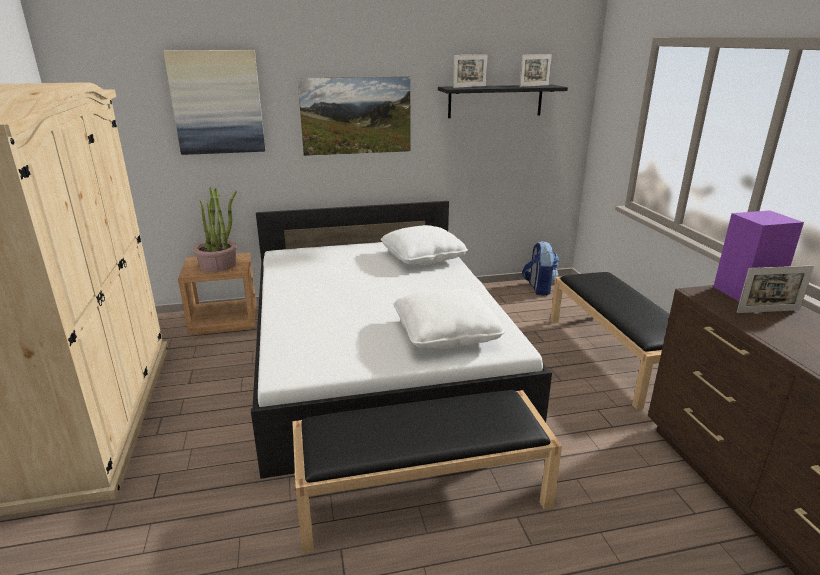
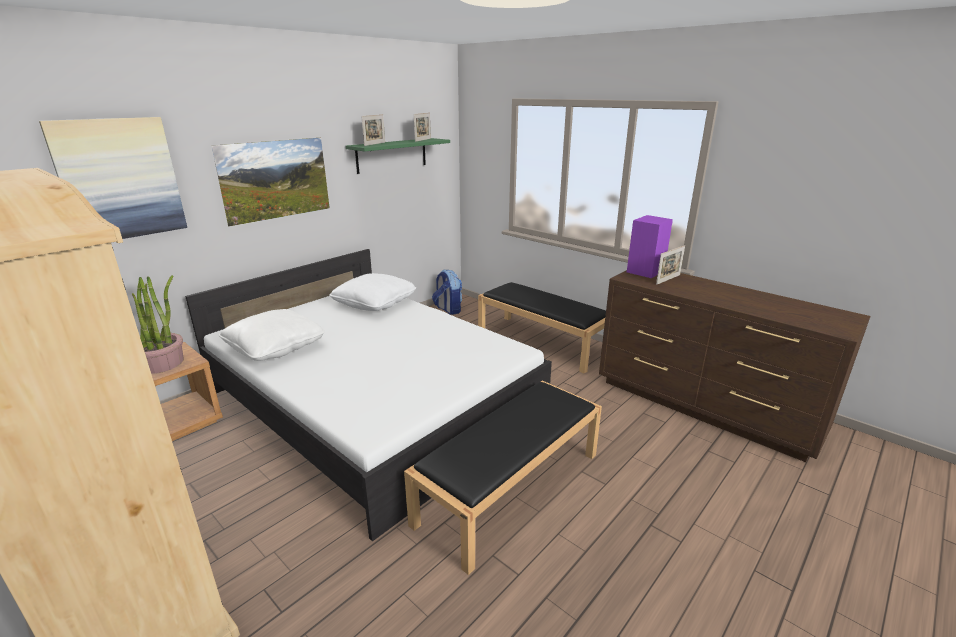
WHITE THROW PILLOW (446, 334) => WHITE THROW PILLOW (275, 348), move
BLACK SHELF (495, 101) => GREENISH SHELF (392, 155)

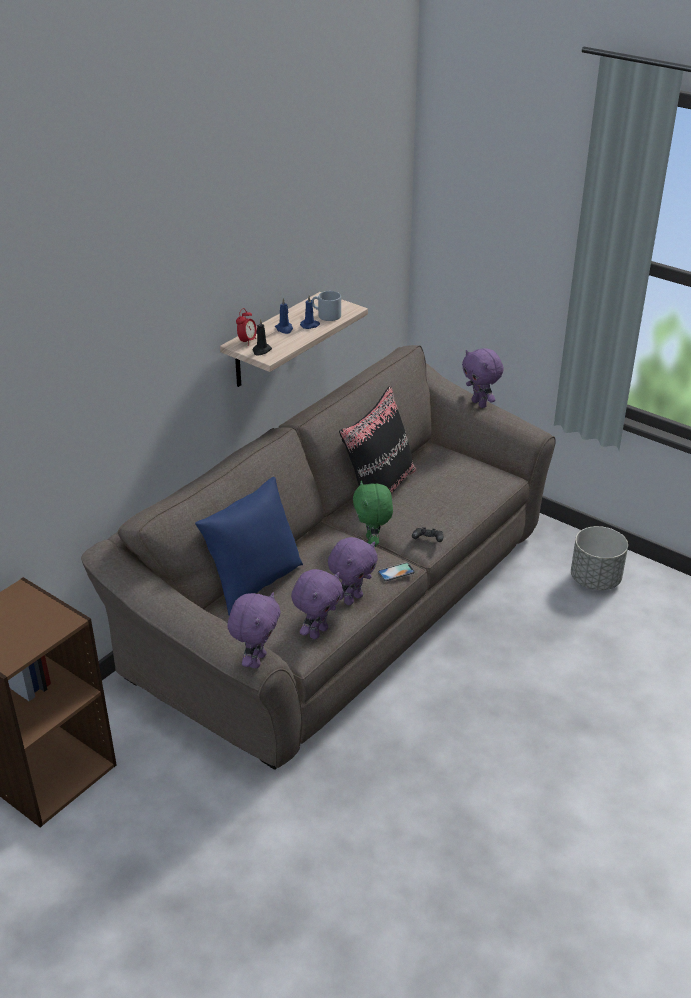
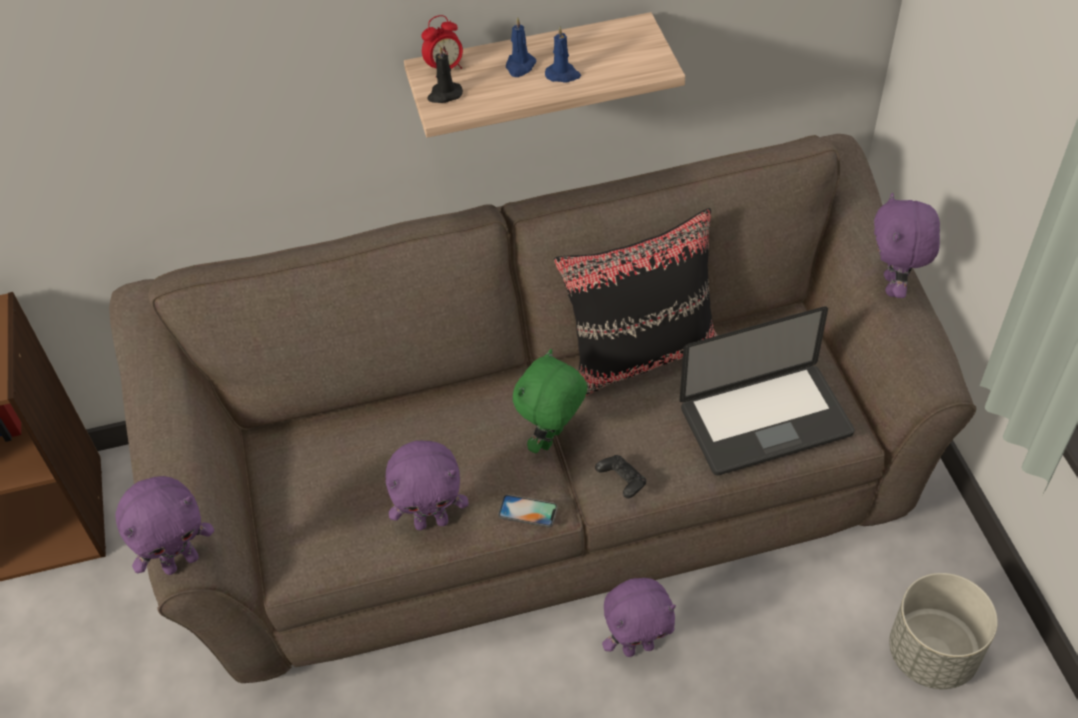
PURPLISH PLUSH TOY (317, 632) => PURPLISH PLUSH TOY (638, 646), move
nothing => LAPTOP (765, 421)
BLUE-COLOURED THROW PILLOW (254, 584) => nothing
GREYISH COFFEE MUG (325, 315) => nothing

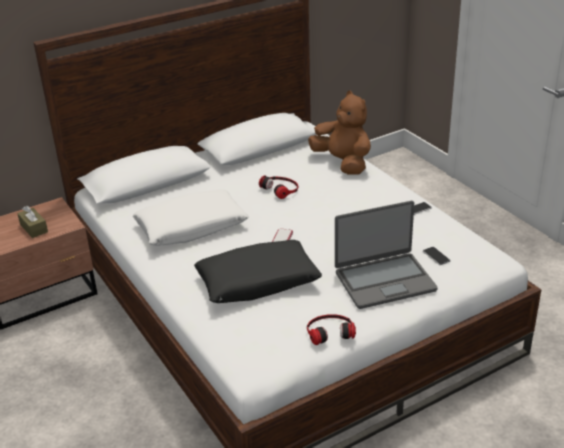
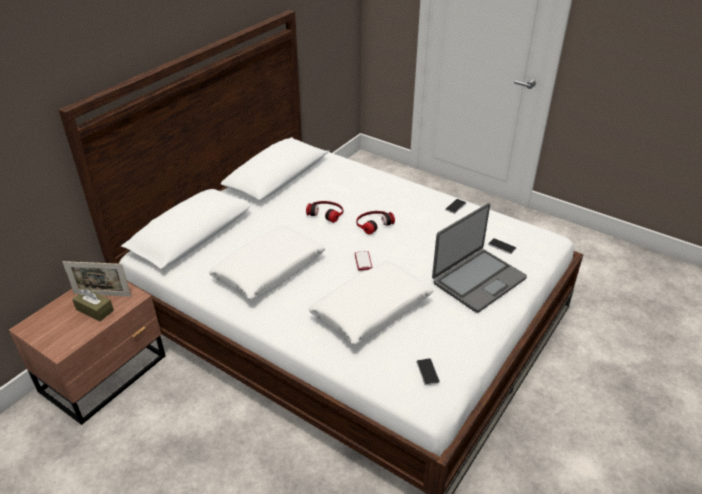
nothing => STANDING FRAME (102, 295)
BLACK THROW PILLOW (257, 282) => WHITE THROW PILLOW (372, 310)
HEADPHONES (329, 331) => HEADPHONES (373, 223), move
nothing => HANDSET (427, 372)
BROWNISH PLUSH TOY (343, 163) => nothing

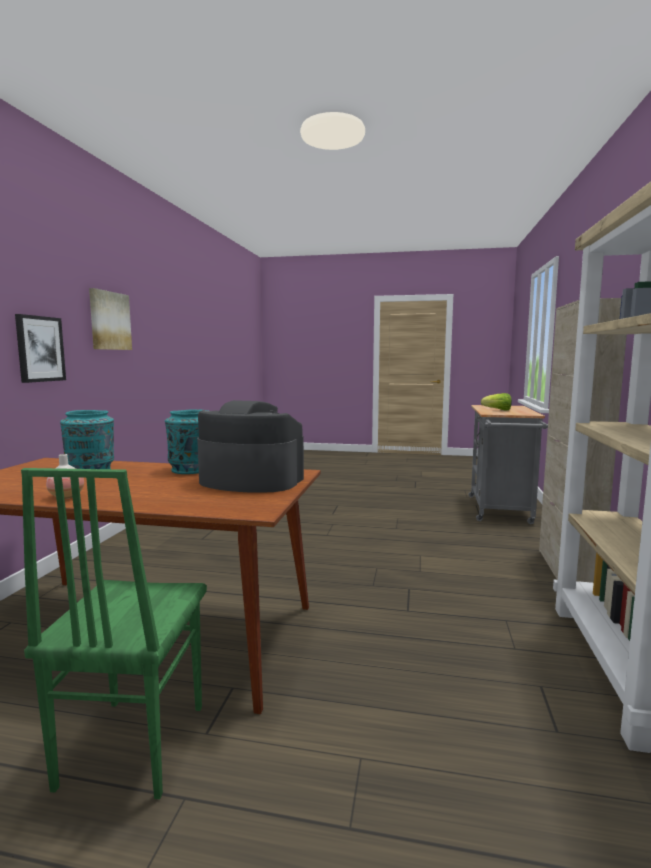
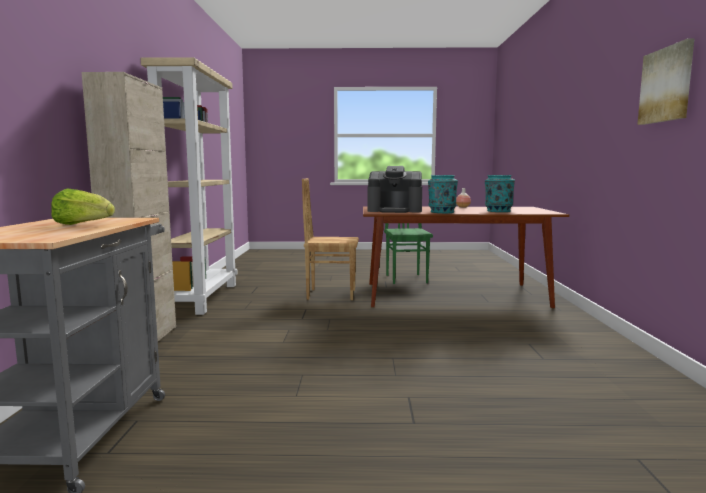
nothing => BROWNISH PLAIN CHAIR (331, 294)
WALL PICTURE (40, 349) => nothing

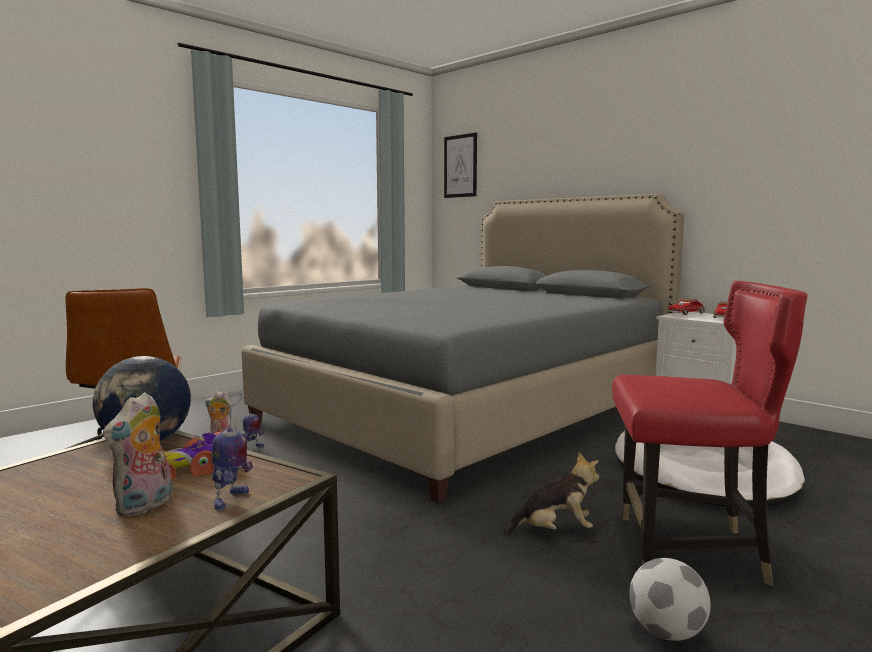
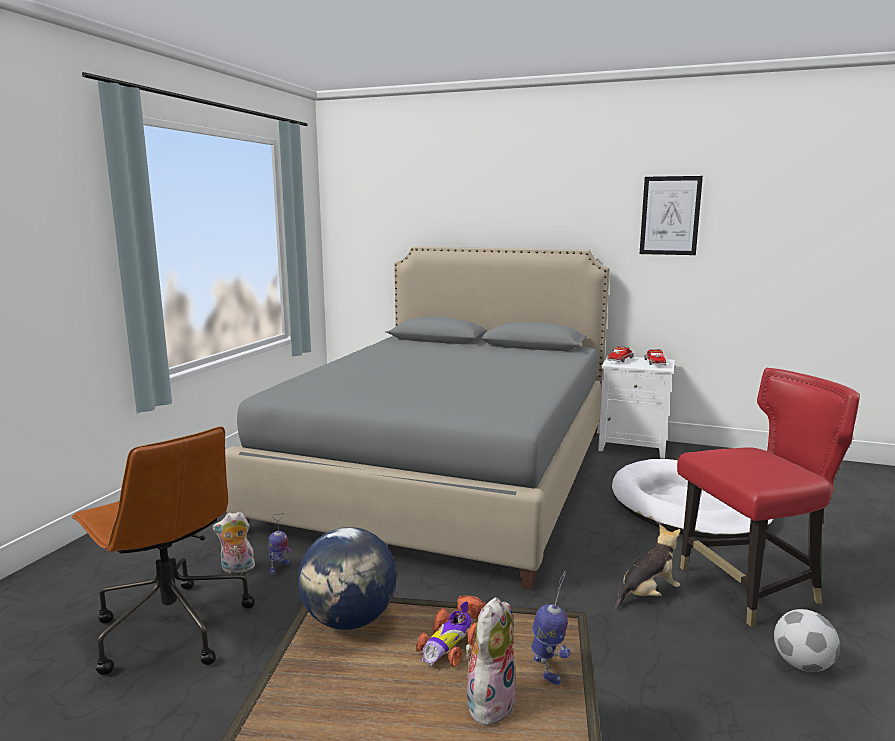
PLUSH TOY (145, 506) => PLUSH TOY (489, 702), 150 degrees counterclockwise
WALL PICTURE (460, 166) => WALL PICTURE (670, 216), move

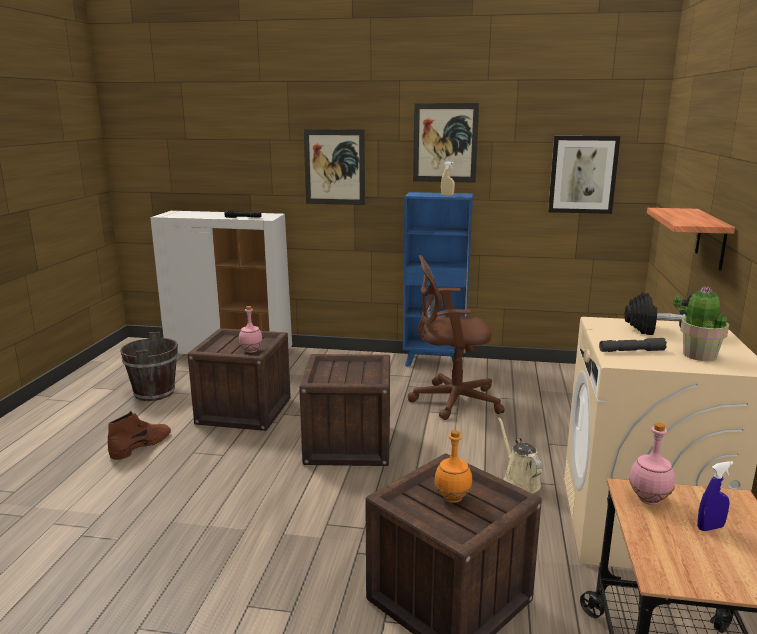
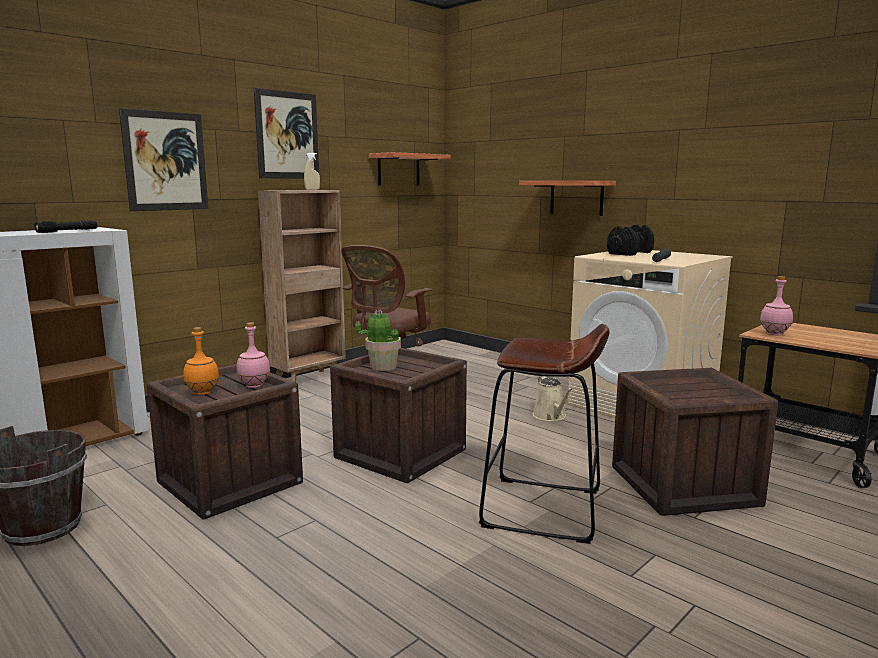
ORANGEY DRINK BOTTLE (453, 498) => ORANGEY DRINK BOTTLE (203, 393), move
BLUE-COLOURED BOOKCASE (435, 362) => BROWNISH BOOKCASE (309, 379)
HOUSEPLANT (699, 355) => HOUSEPLANT (383, 367), move
WALL PICTURE (582, 174) => SHELF (398, 170)
nothing => BROWNISH STOOL (542, 509)
BEIGE-COLOURED SPRINKLING CAN (519, 481) => BEIGE-COLOURED SPRINKLING CAN (551, 416), 120 degrees counterclockwise
BROWNISH HIGH-TOP BOOT (141, 445) => nothing
BLUE-COLOURED HAND SPRAYER (710, 527) => nothing

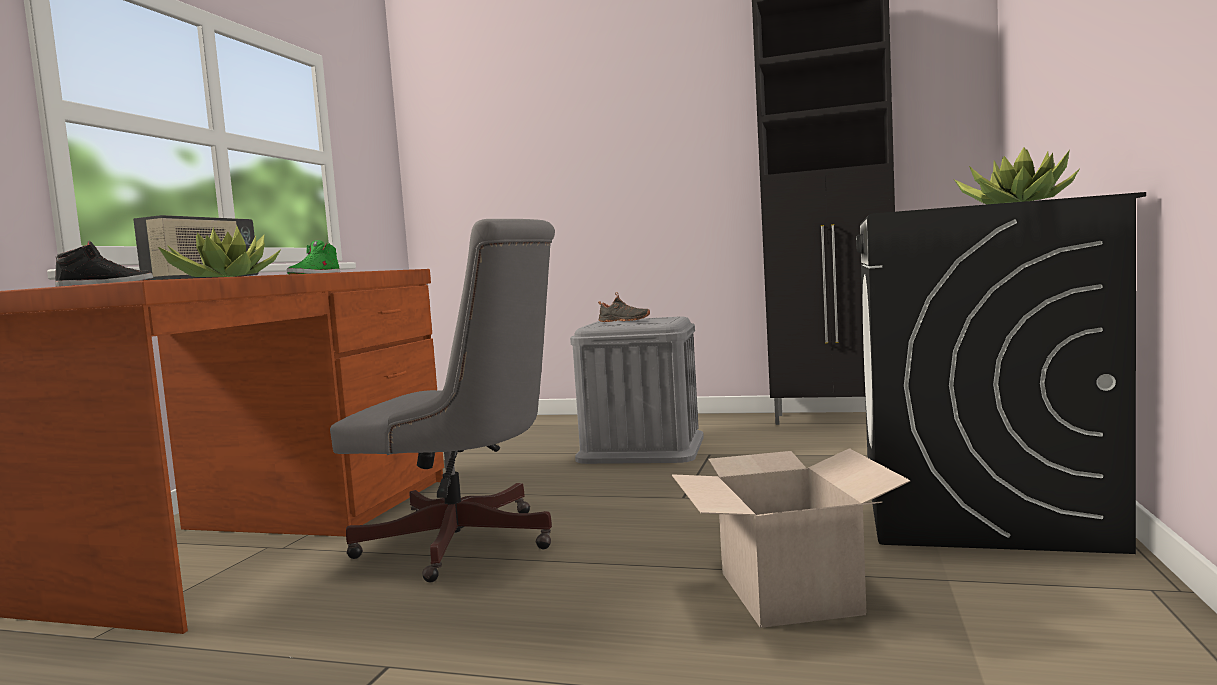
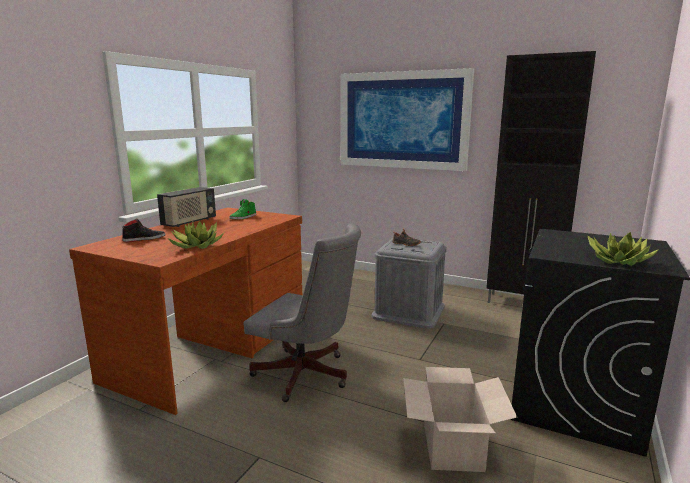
nothing => WALL PICTURE (402, 120)

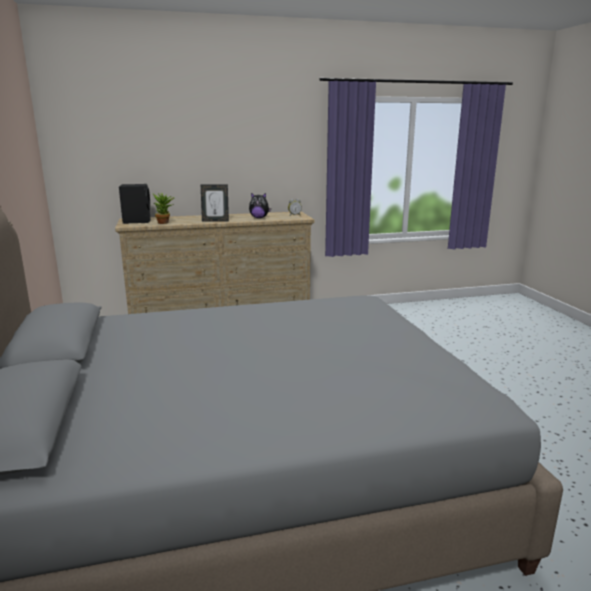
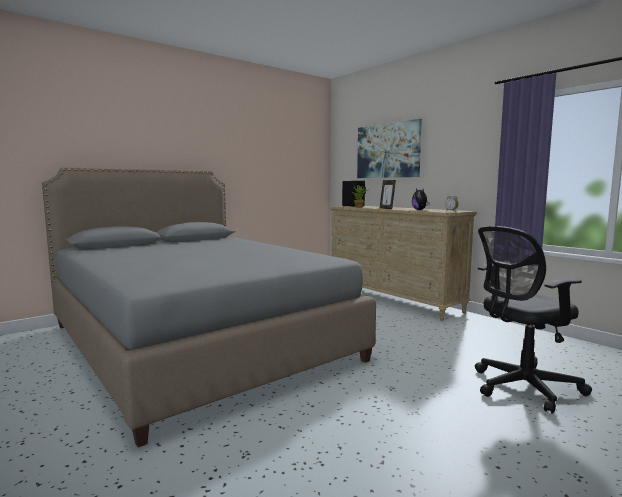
nothing => WALL PICTURE (388, 151)
nothing => BLACK COMPUTER CHAIR (521, 388)

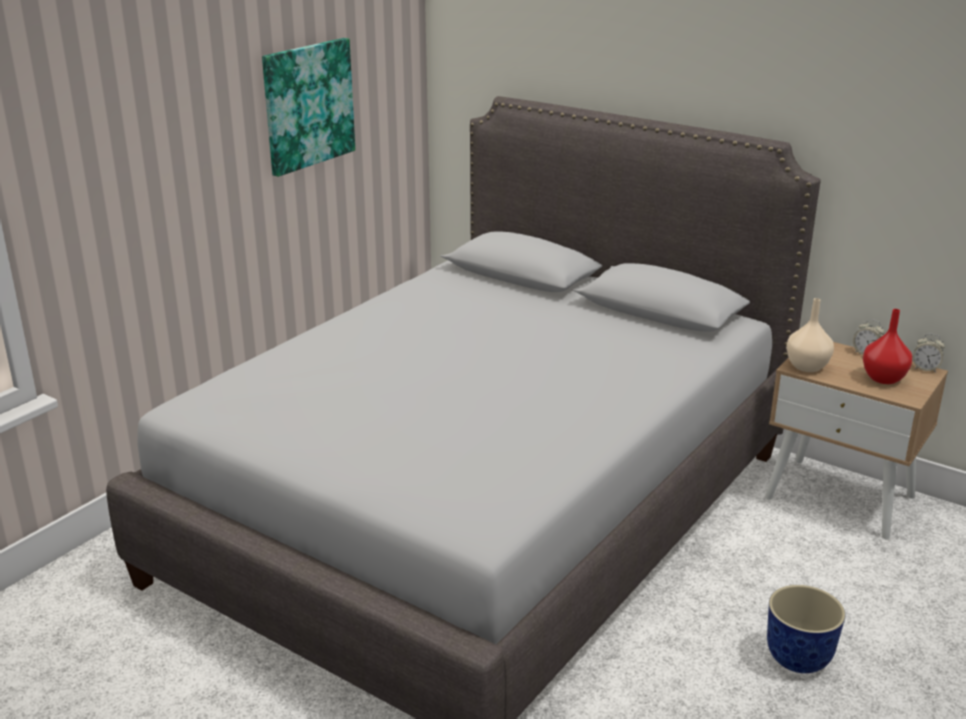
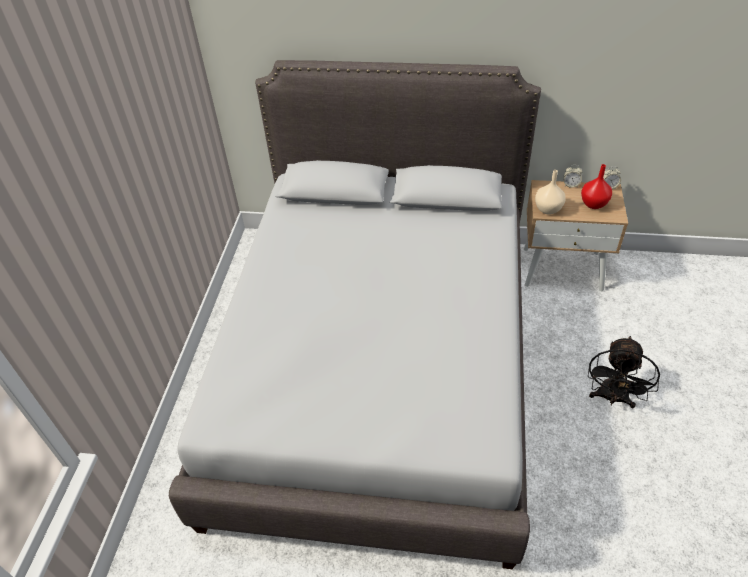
PLANTER (799, 659) => BLACK FAN (612, 398)
WALL PICTURE (308, 105) => nothing

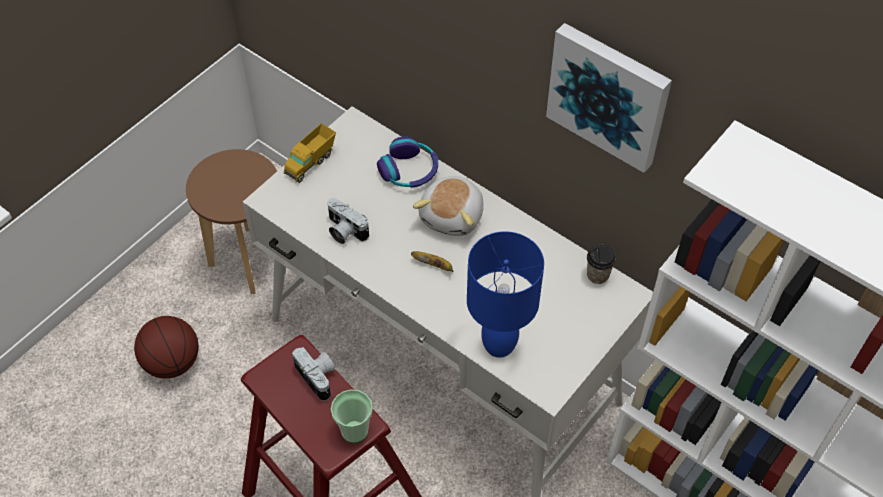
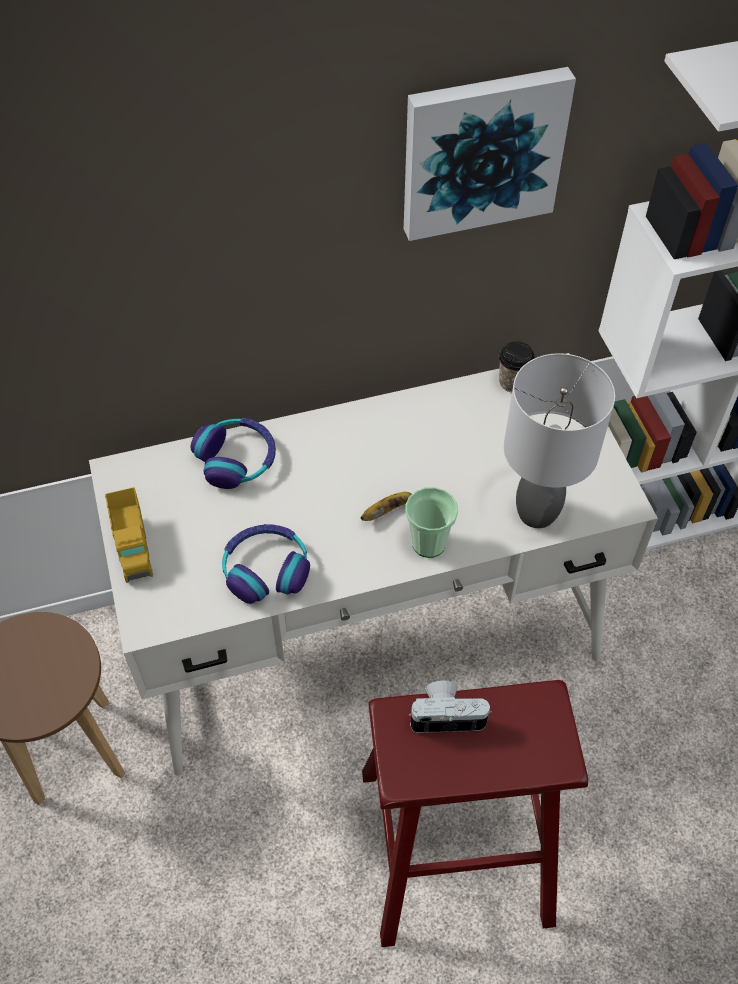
PHOTO CAMERA (344, 231) => HEADPHONES (266, 569)
CUP (354, 430) => CUP (428, 543), move
BLUE-COLOURED TABLE LAMP (498, 345) => GREYISH TABLE LAMP (537, 514)
BASKETBALL (172, 362) => nothing
PLUSH TOY (453, 216) => nothing

